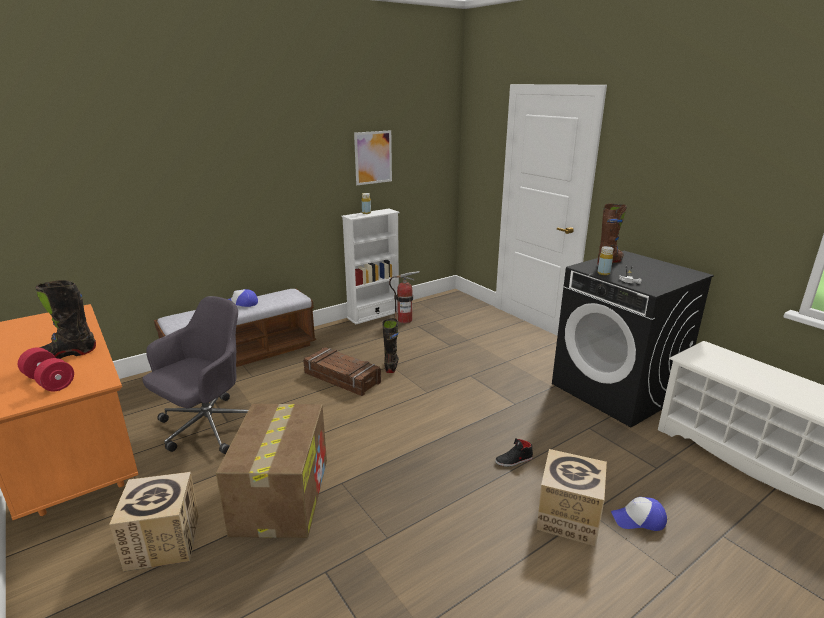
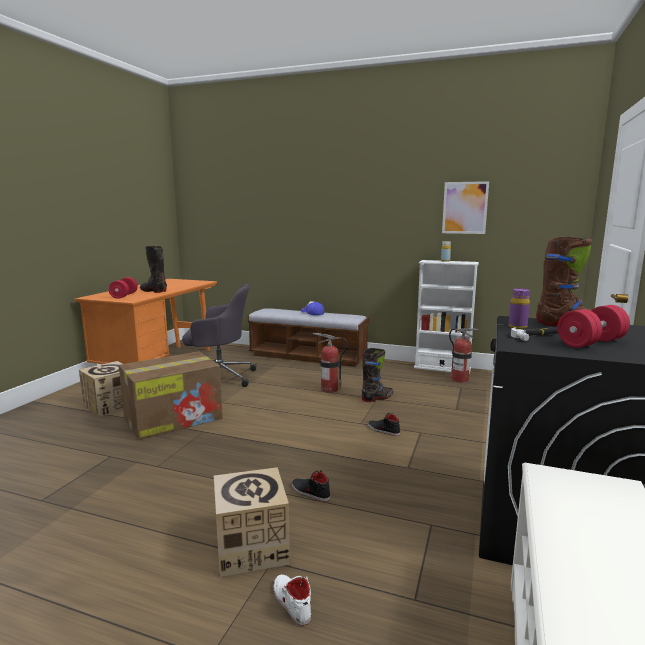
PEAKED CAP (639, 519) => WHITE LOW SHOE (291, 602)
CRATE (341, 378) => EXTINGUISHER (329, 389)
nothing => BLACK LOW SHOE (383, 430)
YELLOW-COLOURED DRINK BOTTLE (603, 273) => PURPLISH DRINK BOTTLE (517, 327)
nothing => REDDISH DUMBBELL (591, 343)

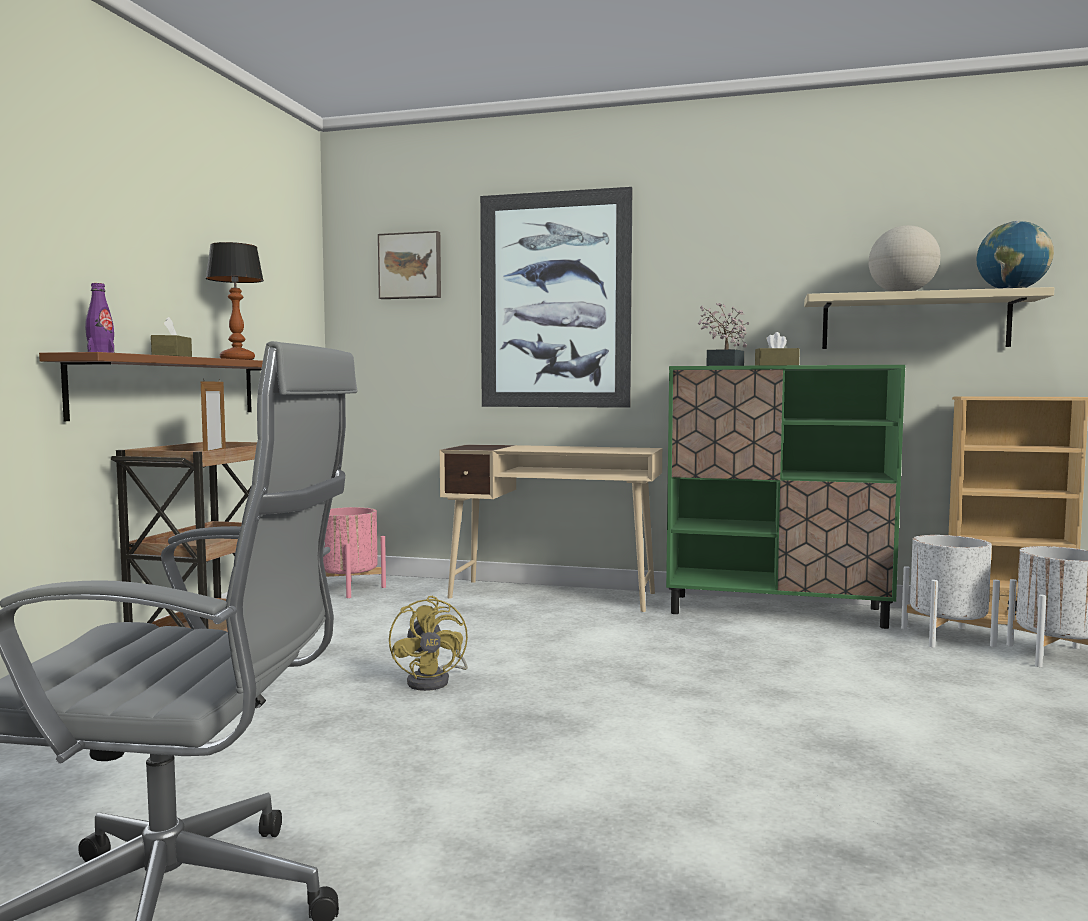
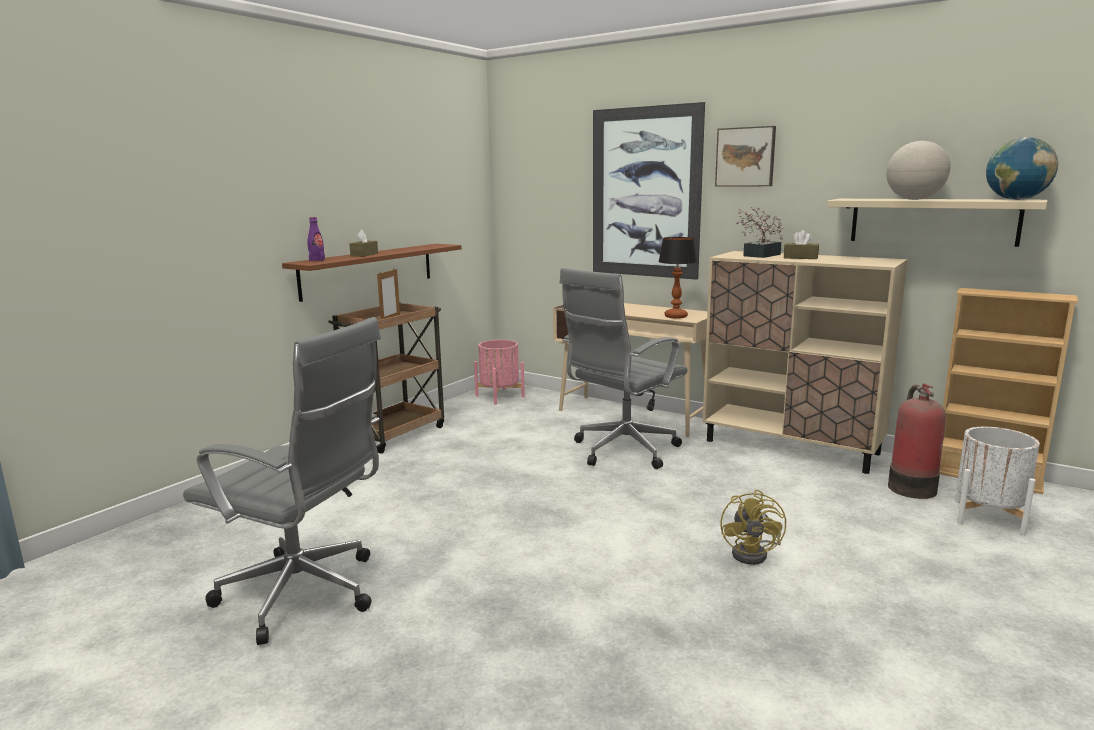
nothing => GREYISH COMPUTER CHAIR (622, 451)
TABLE LAMP (238, 360) => TABLE LAMP (676, 316), move
GREENISH CUPBOARD (776, 611) => BEIGE-COLOURED CUPBOARD (791, 447)
WALL PICTURE (410, 266) => WALL PICTURE (745, 157), move
YELLOW-COLOURED FAN (435, 681) => YELLOW-COLOURED FAN (754, 554), move
WHITE PLANTER (947, 637) => EXTINGUISHER (910, 487)

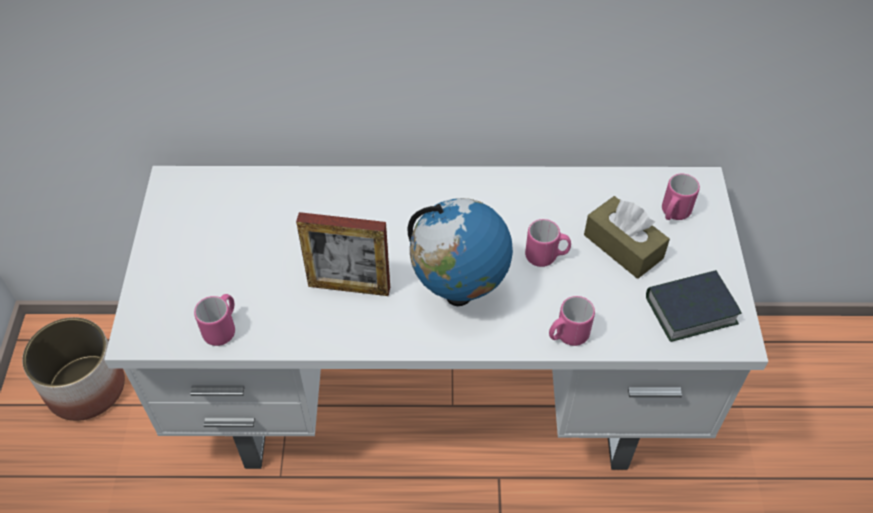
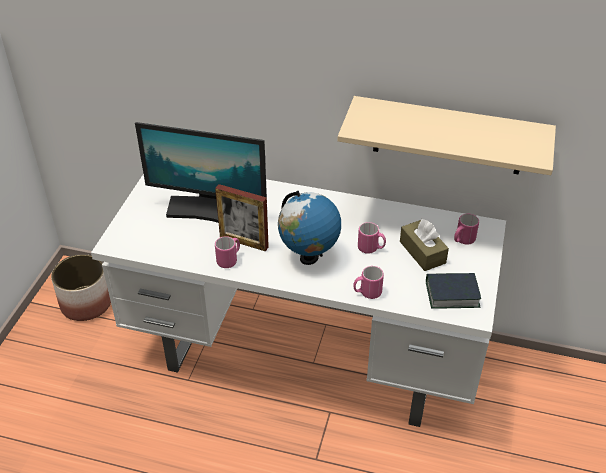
nothing => COMPUTER SCREEN (208, 210)
PINK-COLOURED COFFEE MUG (223, 328) => PINK-COLOURED COFFEE MUG (229, 260), move
nothing => BEIGE-COLOURED SHELF (448, 136)

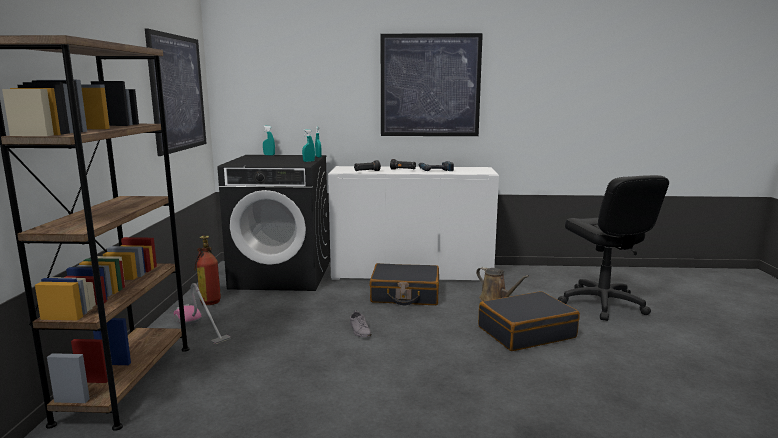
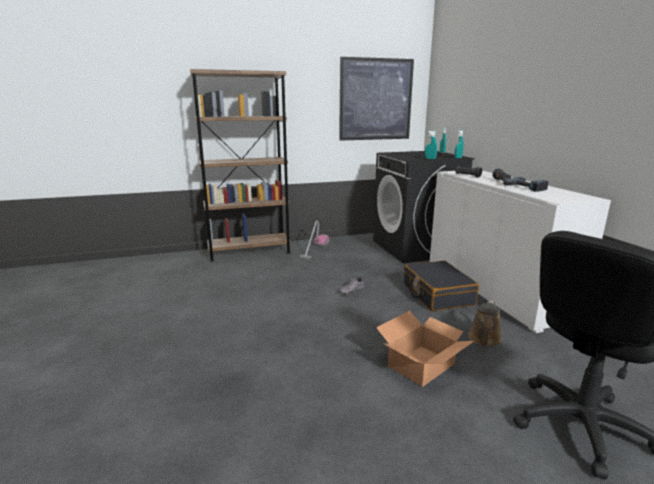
BLACK SUITCASE (526, 332) => CARTON (420, 365)
EXTINGUISHER (210, 299) => nothing
WALL PICTURE (430, 85) => nothing

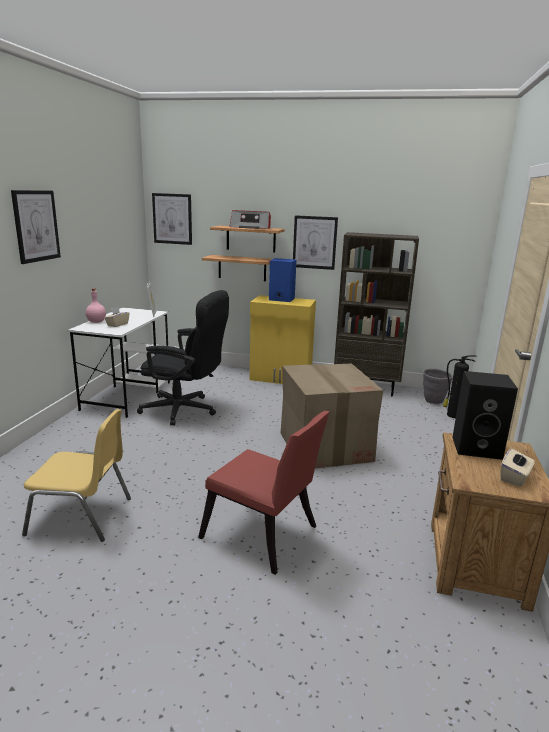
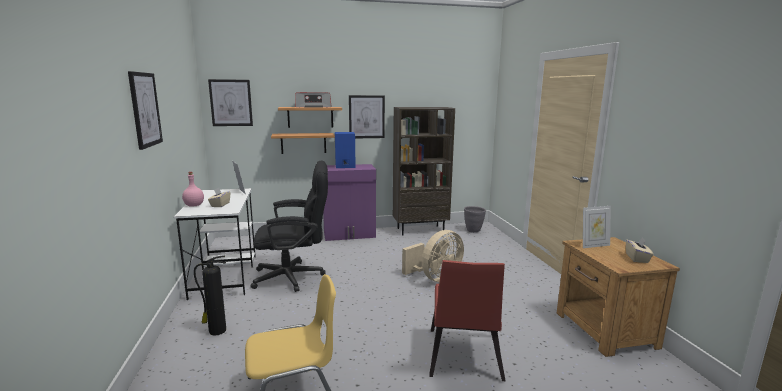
EXTINGUISHER (452, 415) => EXTINGUISHER (216, 331), move
YELLOW-COLOURED CUPBOARD (281, 378) => PURPLISH CUPBOARD (350, 235)
CARTON (325, 446) => BEIGE-COLOURED FAN (435, 278)
REDDISH PLAIN CHAIR (264, 536) => REDDISH PLAIN CHAIR (463, 358), 90 degrees clockwise
BLACK SPEAKER (477, 447) => STANDING FRAME (594, 245)

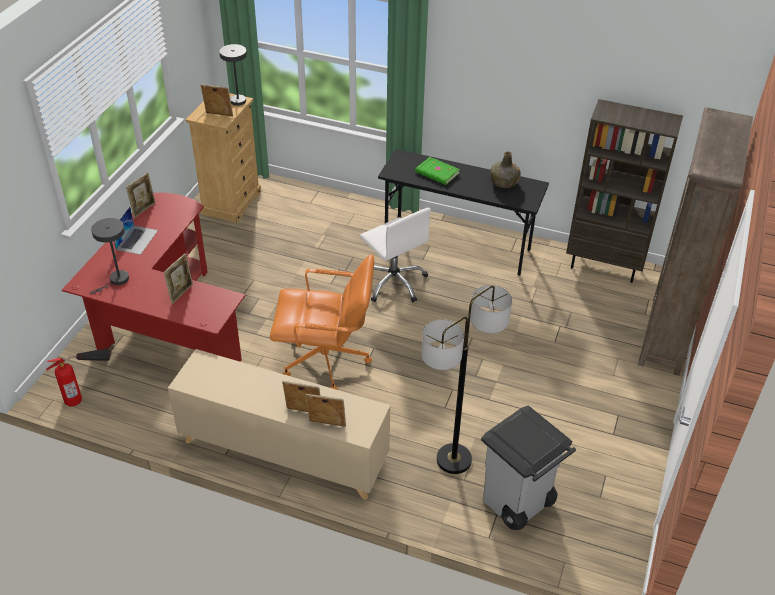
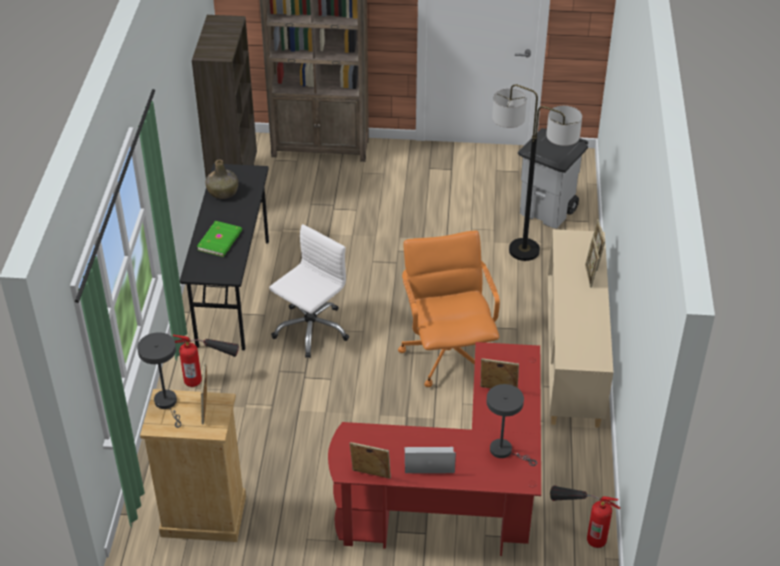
nothing => EXTINGUISHER (209, 378)

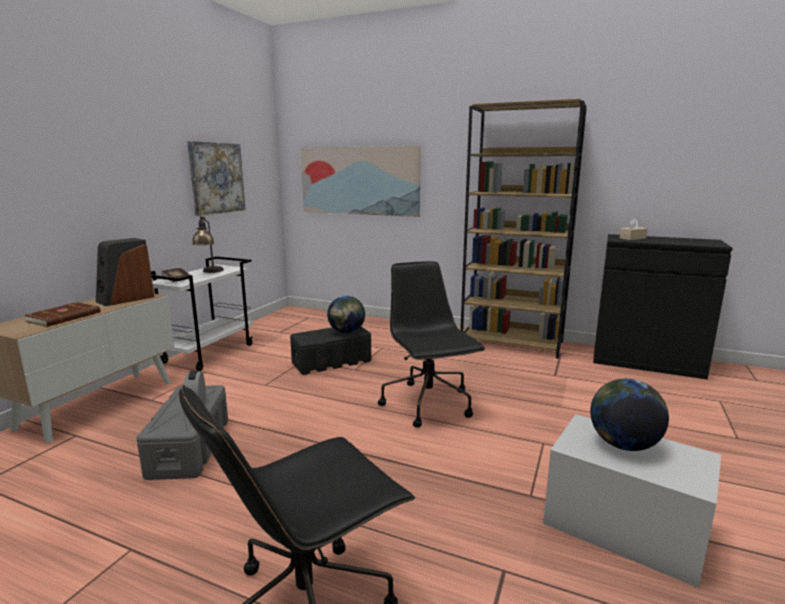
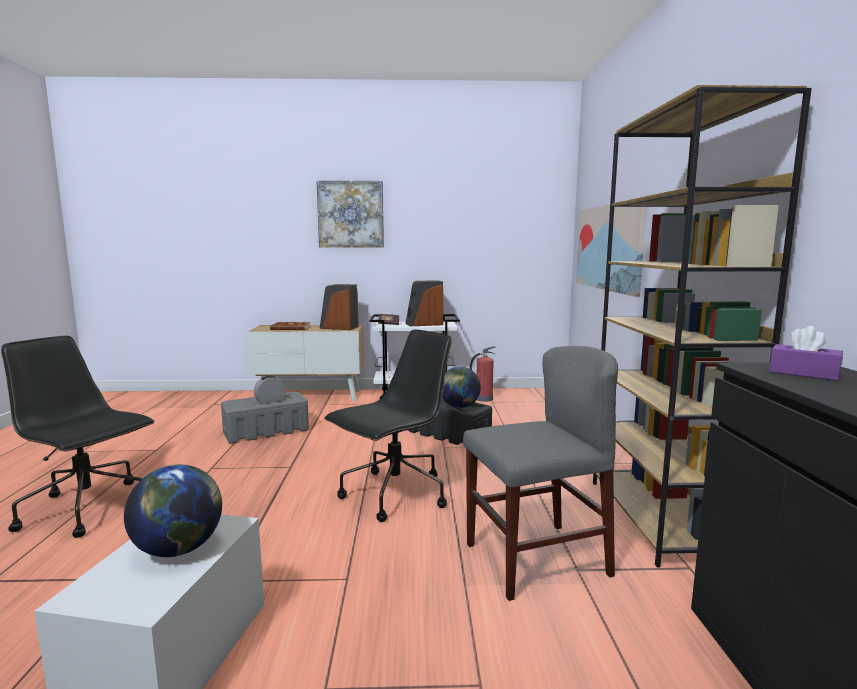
WALL PICTURE (217, 178) => WALL PICTURE (350, 214), move
TABLE LAMP (210, 272) => SPEAKER (424, 324)
nothing => GREYISH PLAIN CHAIR (536, 559)
nothing => EXTINGUISHER (483, 399)
BEIGE-COLOURED TISSUE HOLDER (632, 238) => PURPLISH TISSUE HOLDER (803, 373)

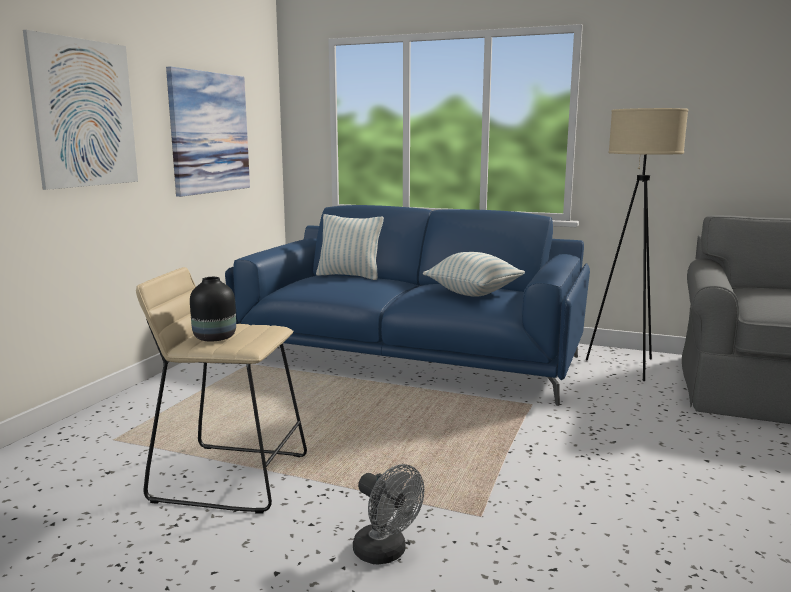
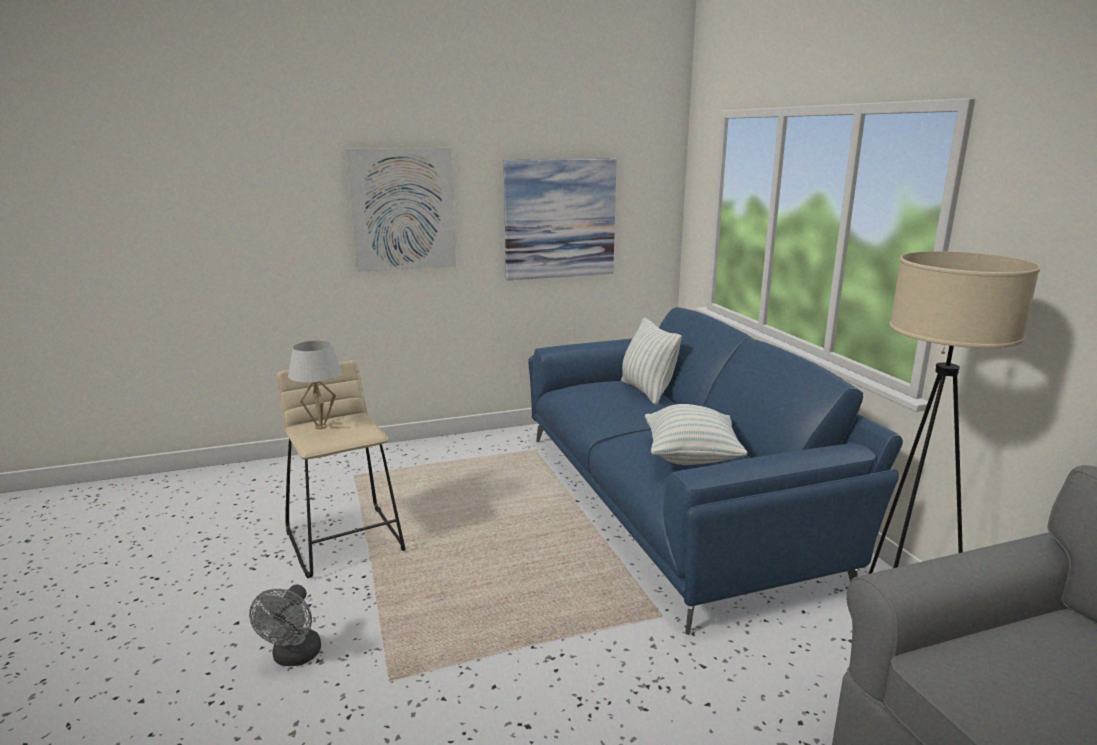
BLACK FLOWER VASE (213, 338) => WHITE TABLE LAMP (321, 426)

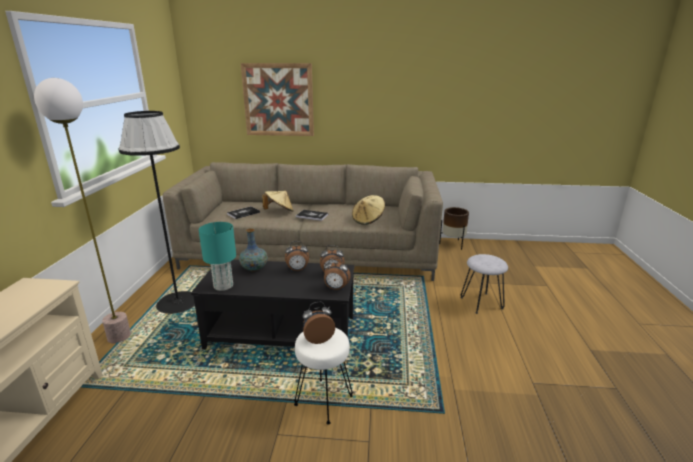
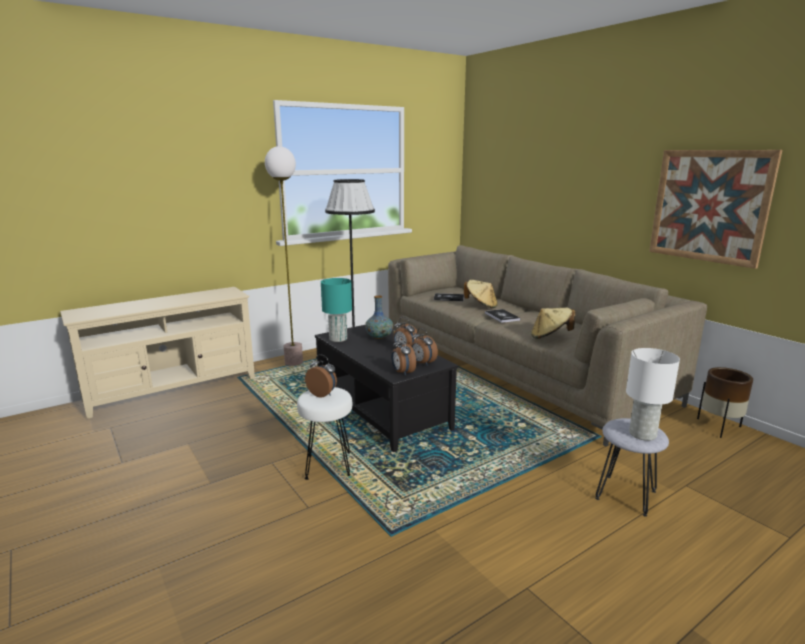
nothing => WHITE TABLE LAMP (643, 434)
WALL PICTURE (278, 100) => WALL PICTURE (709, 206), move

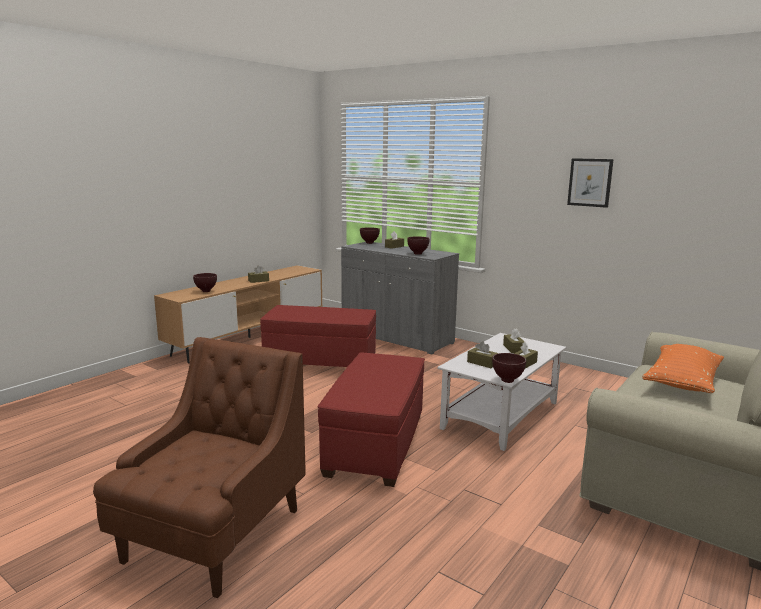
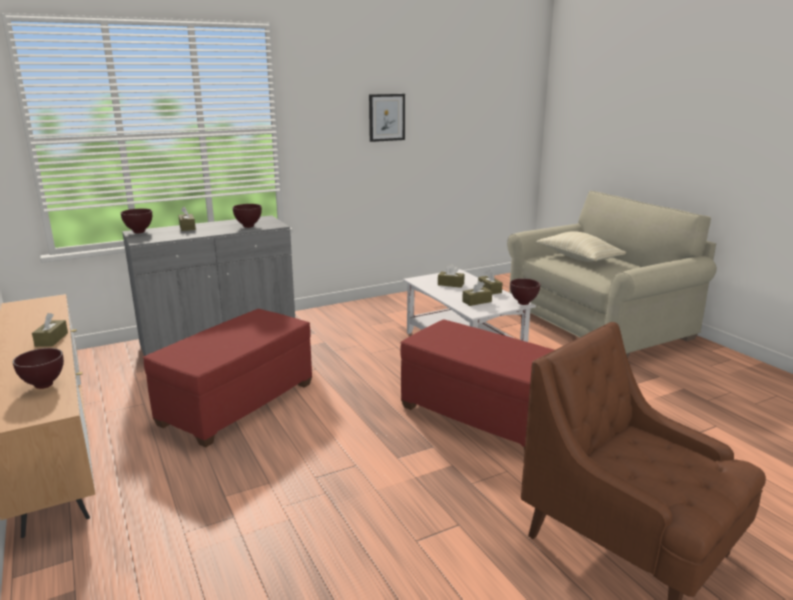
ORANGEY THROW PILLOW (682, 382) => BEIGE-COLOURED THROW PILLOW (578, 258)

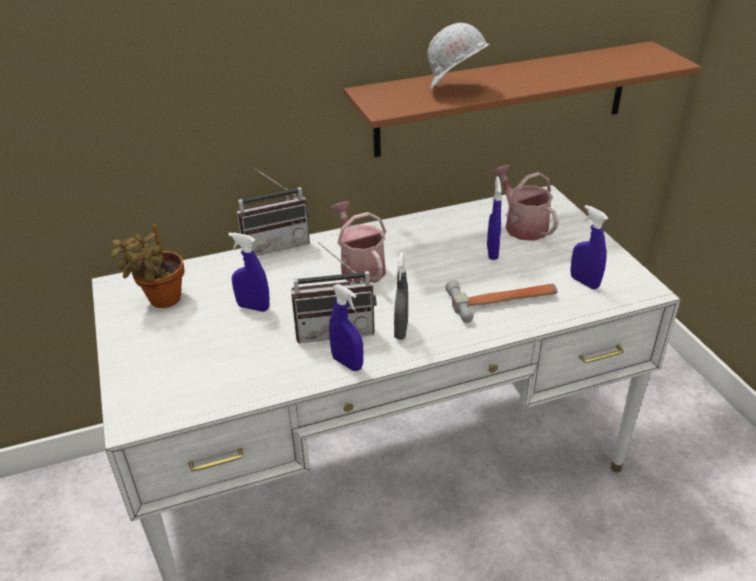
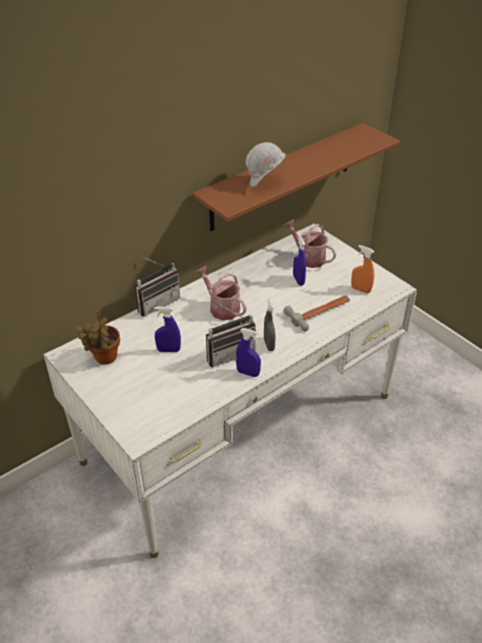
BLUE-COLOURED HAND SPRAYER (584, 282) => ORANGEY HAND SPRAYER (360, 290)

